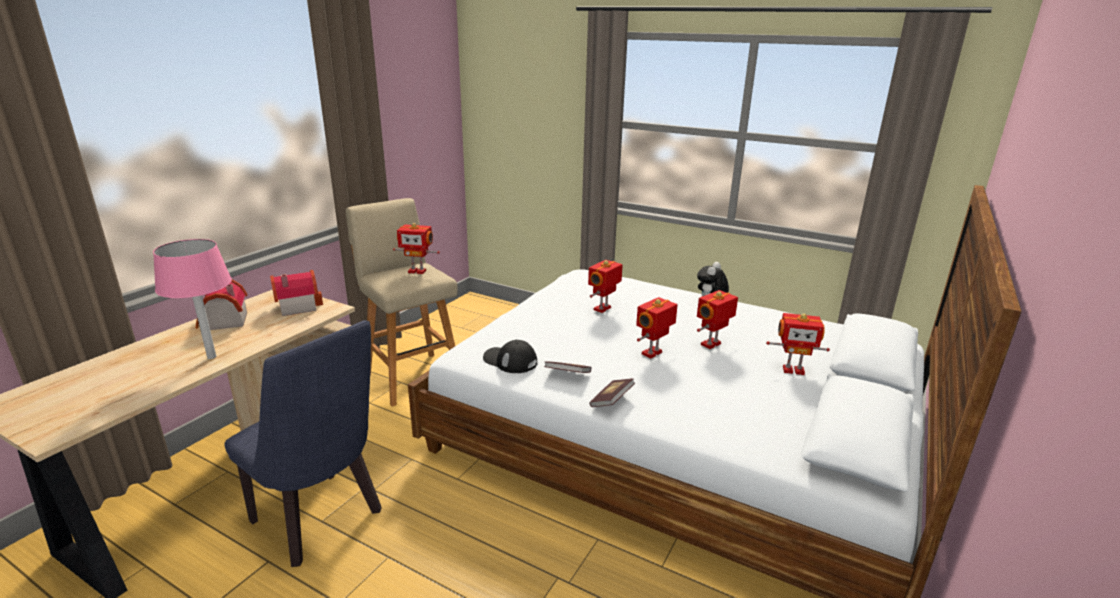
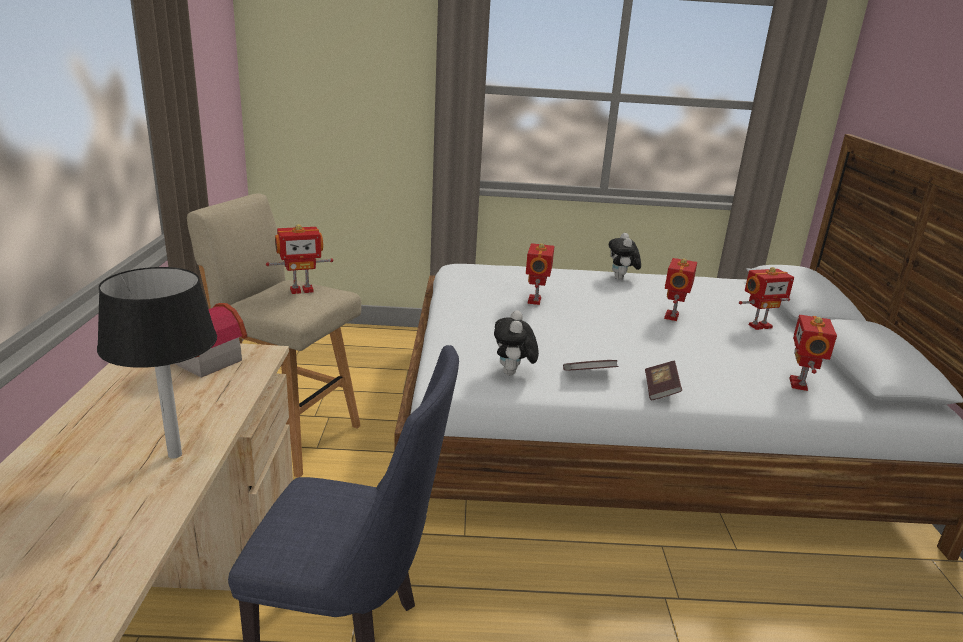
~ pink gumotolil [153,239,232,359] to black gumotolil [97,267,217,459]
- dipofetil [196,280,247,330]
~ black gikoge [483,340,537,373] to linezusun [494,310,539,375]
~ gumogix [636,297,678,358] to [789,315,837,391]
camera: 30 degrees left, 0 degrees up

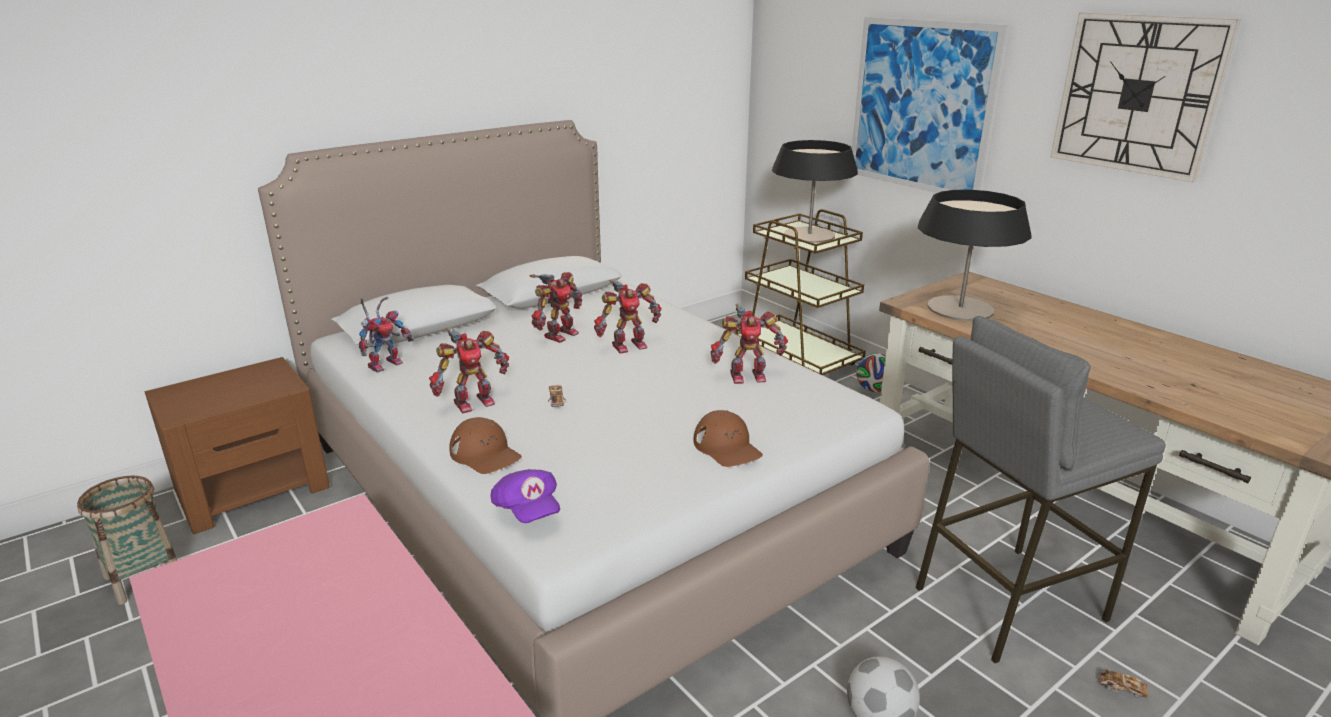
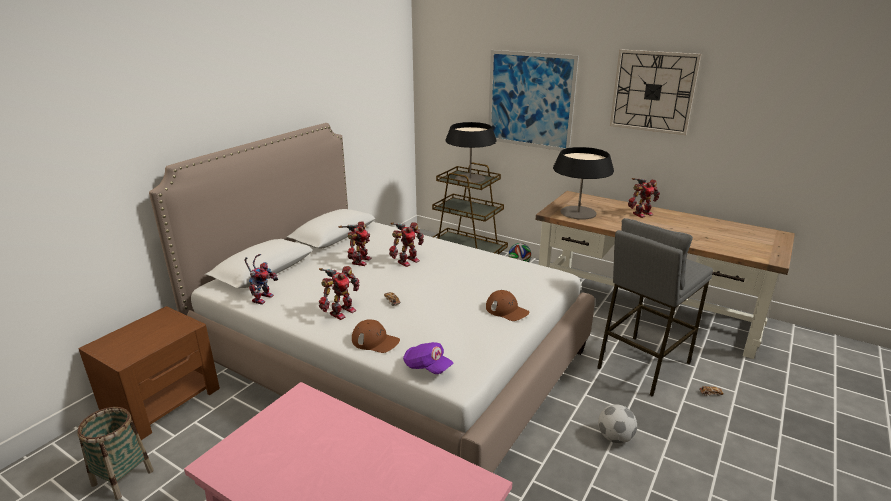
~ gumogix [711,304,788,384] to [628,178,660,218]
camera: 20 degrees left, 0 degrees up

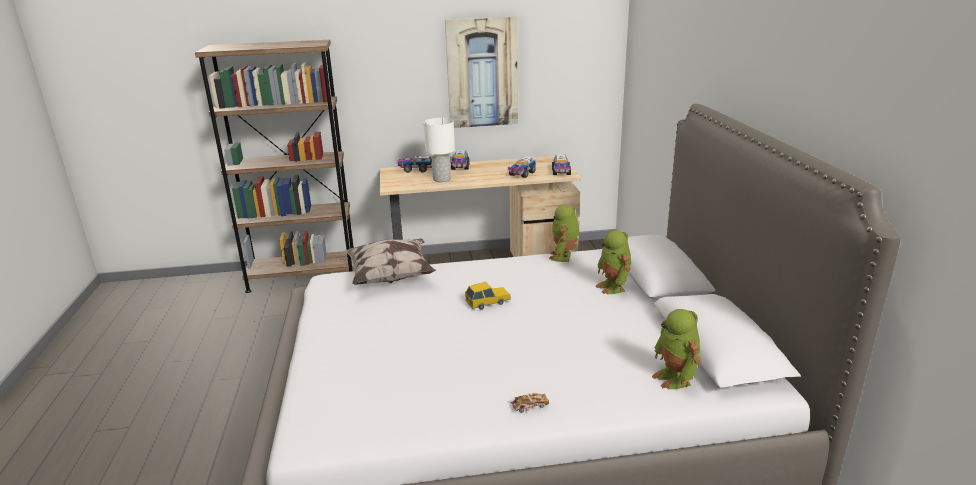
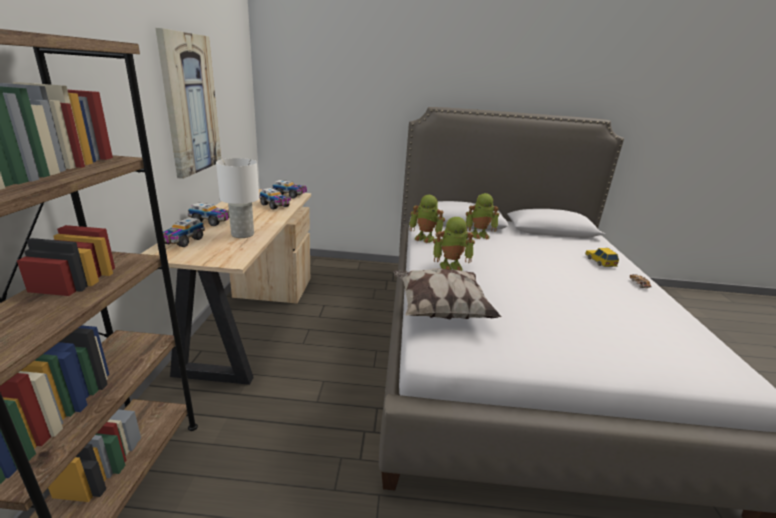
~ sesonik [465,282,511,309] to [585,248,619,267]
~ gumogix [652,309,701,389] to [433,217,475,271]
camera: 80 degrees left, 0 degrees up

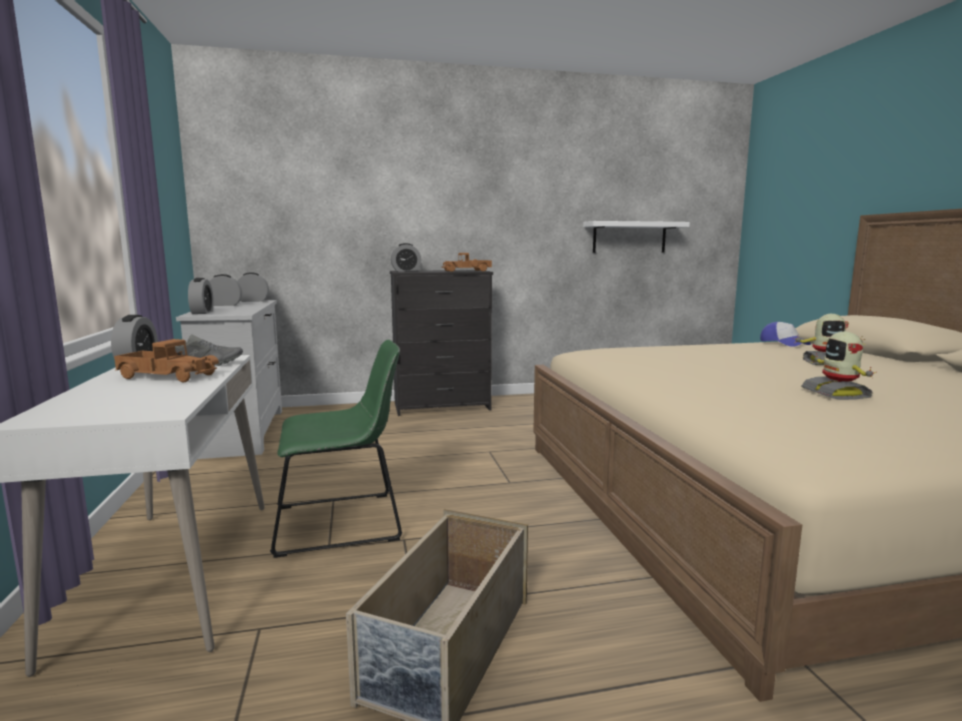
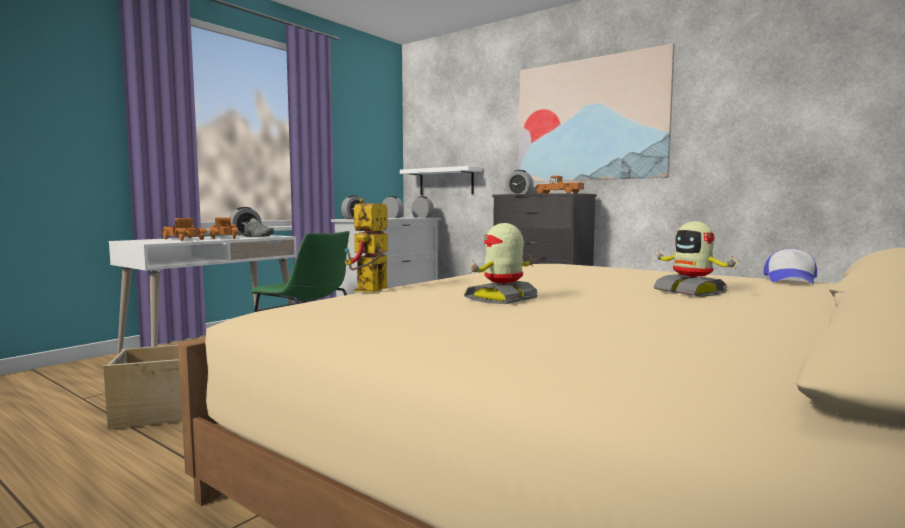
~ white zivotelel [583,221,690,253] to [400,166,482,195]
+ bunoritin [162,218,207,241]
+ gumogix [345,198,388,292]
+ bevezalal [519,44,675,182]
camera: 50 degrees right, 5 degrees down

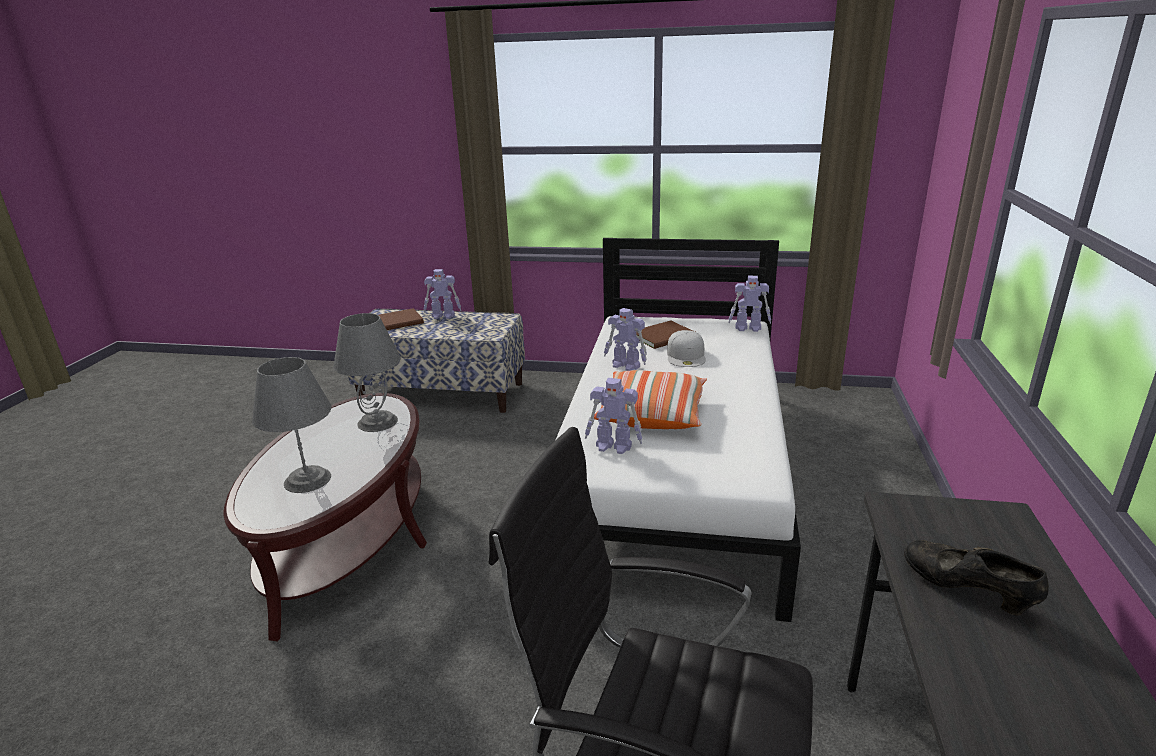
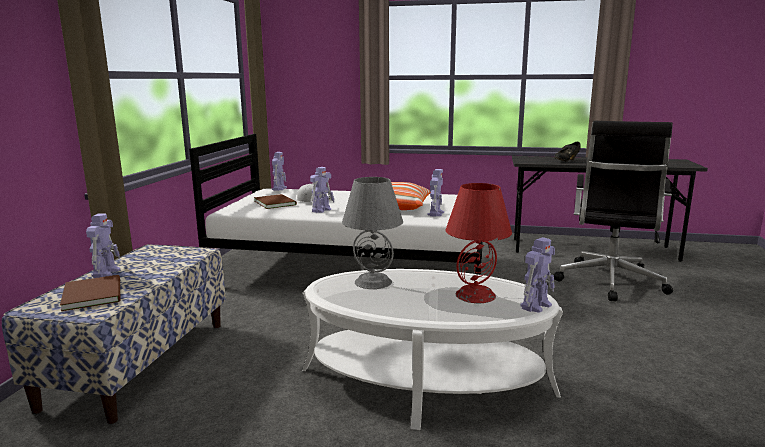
~ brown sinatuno [224,393,427,641] to white sinatuno [302,269,563,430]
~ grey gumotolil [252,357,332,493] to red gumotolil [446,183,512,303]
+ gumogix [520,237,555,313]
camera: 90 degrees left, 10 degrees down

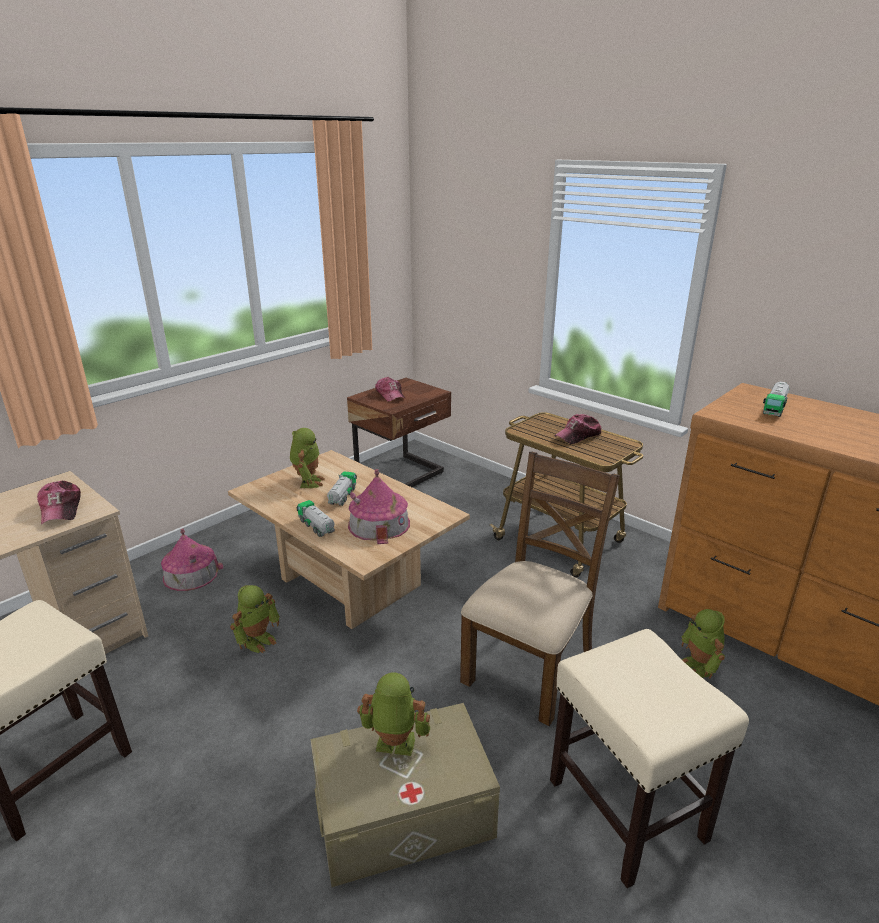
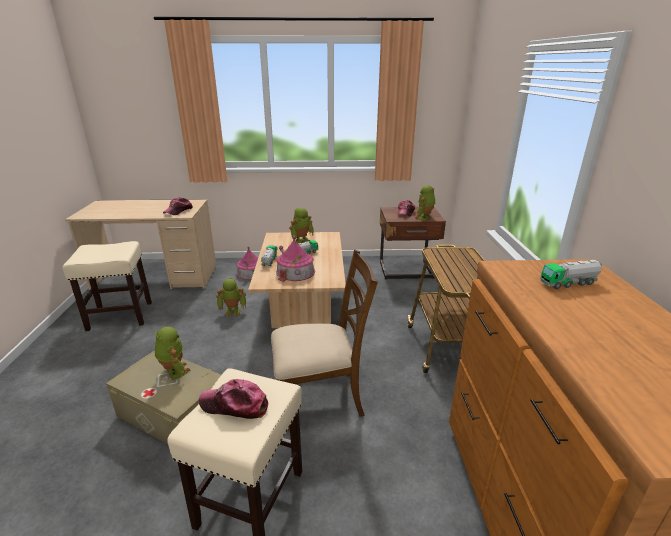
~ gikoge [554,414,602,444] to [199,379,268,419]
~ gumogix [682,609,725,679] to [415,185,435,221]
camera: 45 degrees right, 0 degrees up

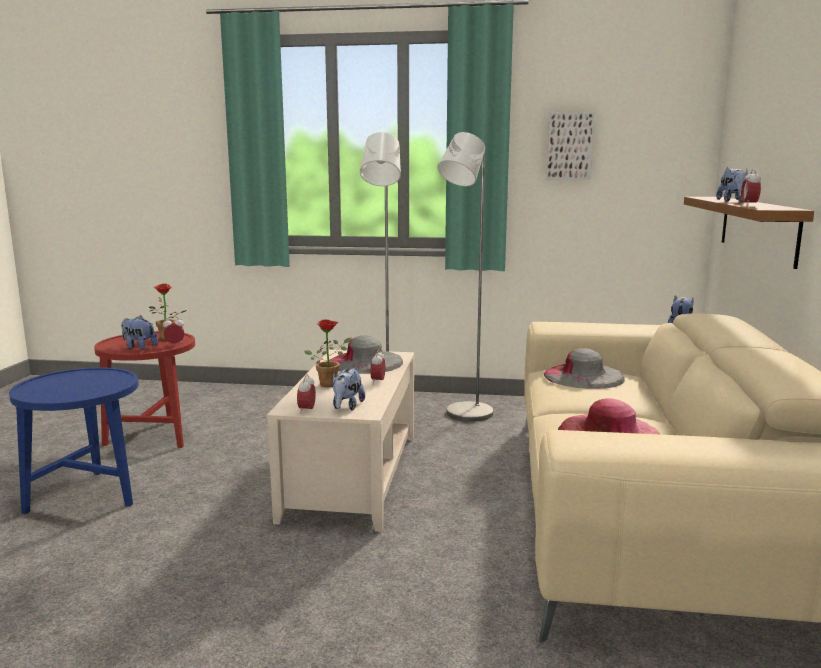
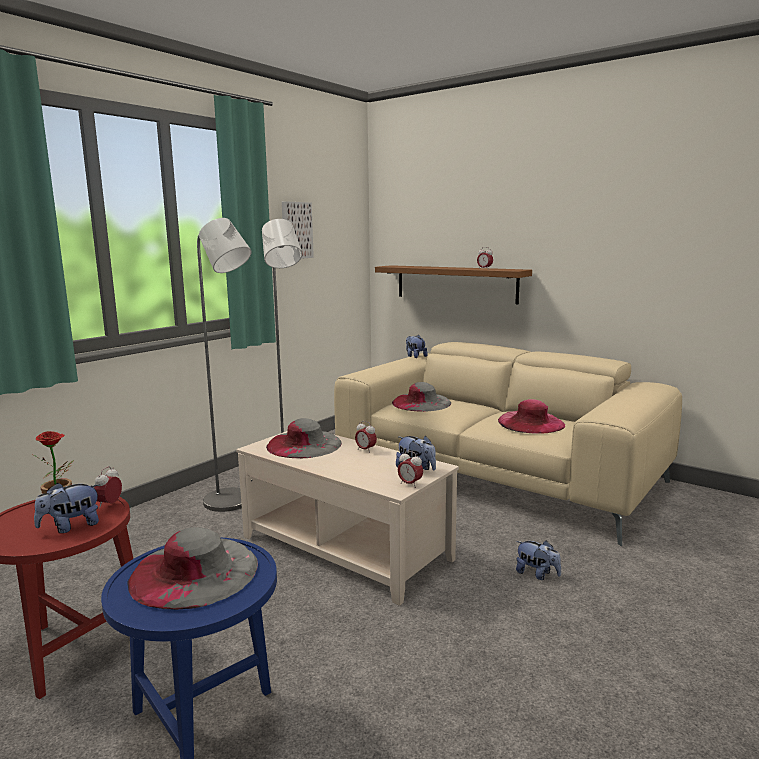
- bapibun [305,320,352,387]
~ linezusun [716,167,748,202] to [516,540,561,580]
+ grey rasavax [127,527,258,610]
camera: 60 degrees left, 0 degrees up

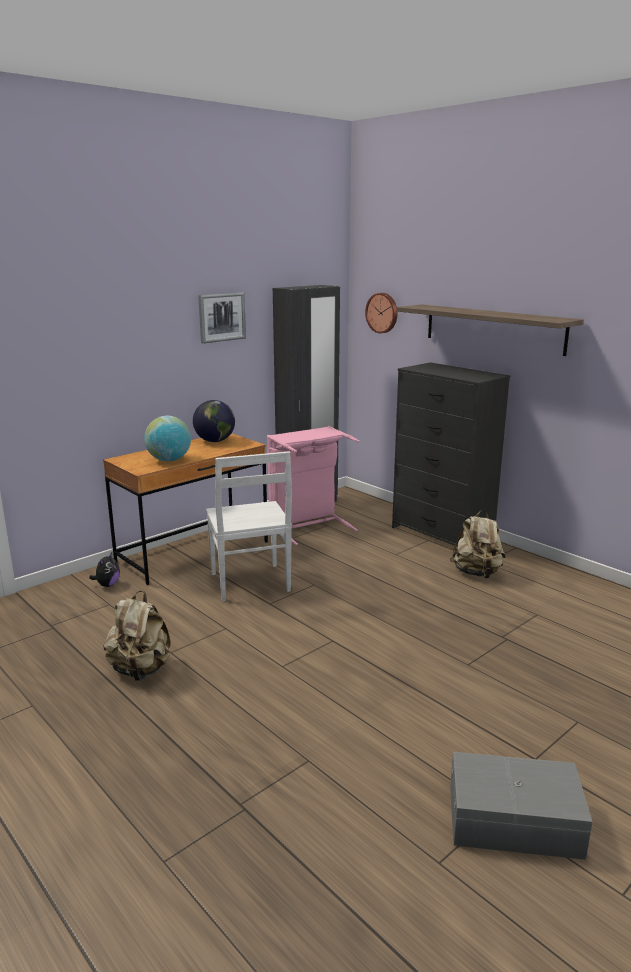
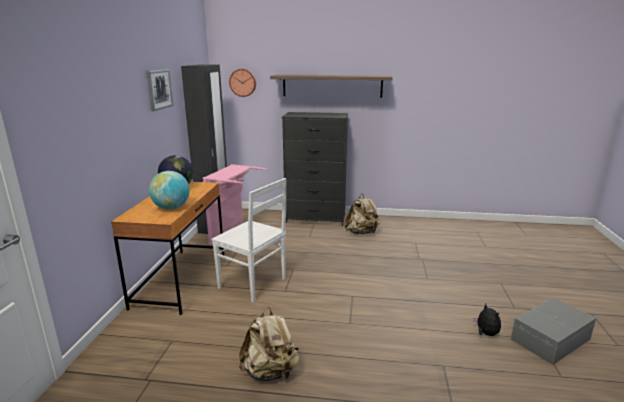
~ linezusun [89,552,120,587] to [473,304,501,336]
camera: 40 degrees left, 0 degrees up

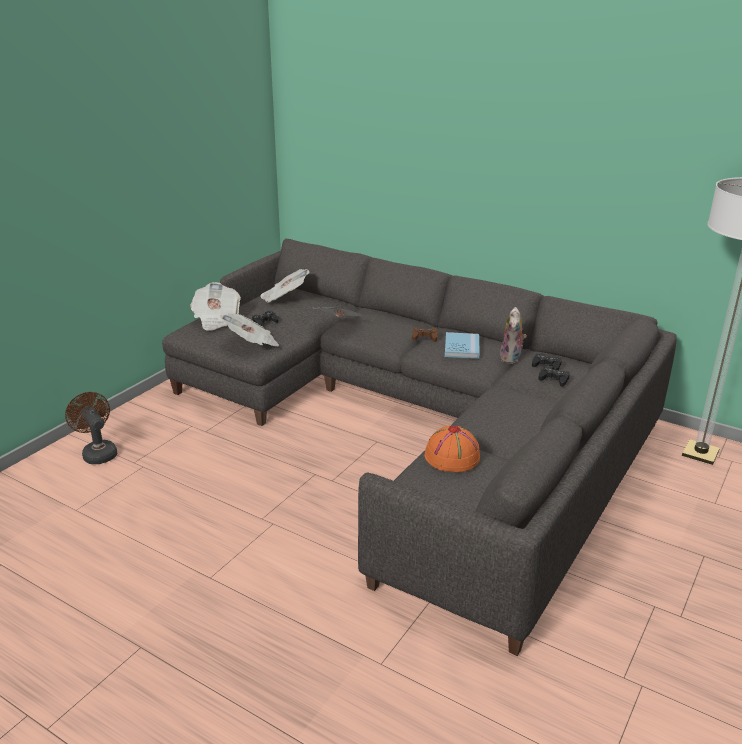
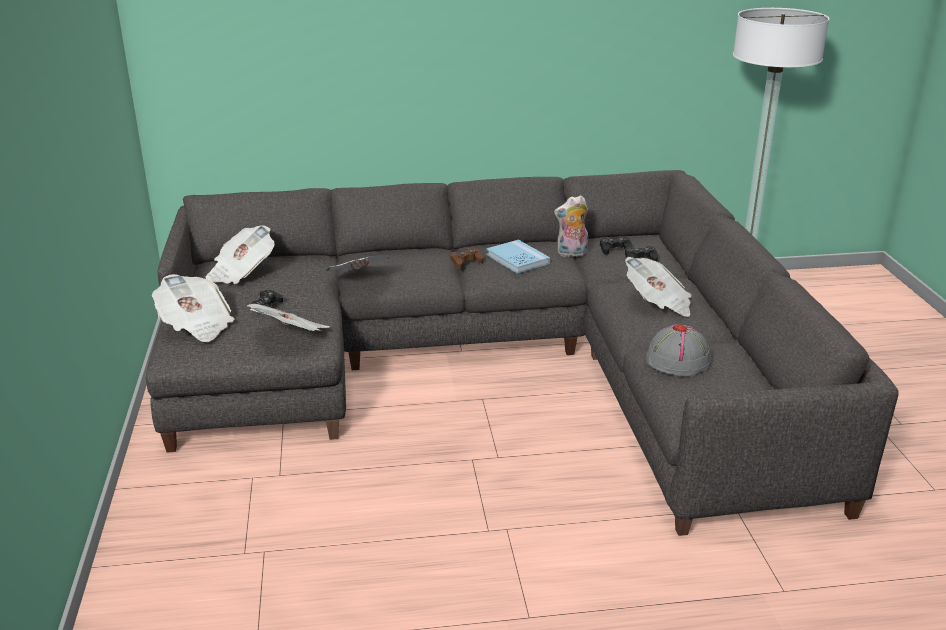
- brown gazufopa [65,392,117,464]
~ orange rasavax [425,426,480,472] to grey rasavax [646,324,711,376]
~ linezusun [500,307,527,364] = [554,195,588,258] 105 degrees clockwise
+ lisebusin [625,257,691,317]
camera: 40 degrees left, 0 degrees up

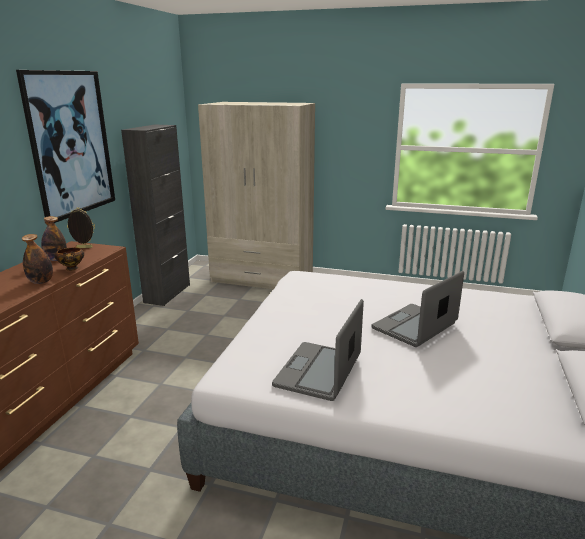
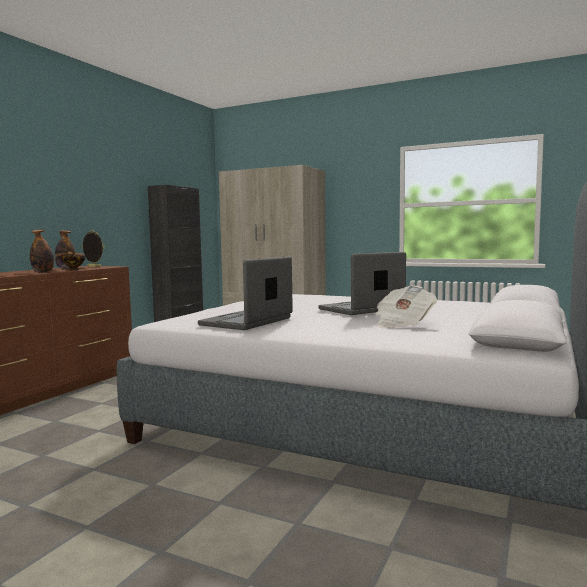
- bevezalal [16,70,115,223]
+ lisebusin [376,286,437,328]
camera: 10 degrees right, 15 degrees down

